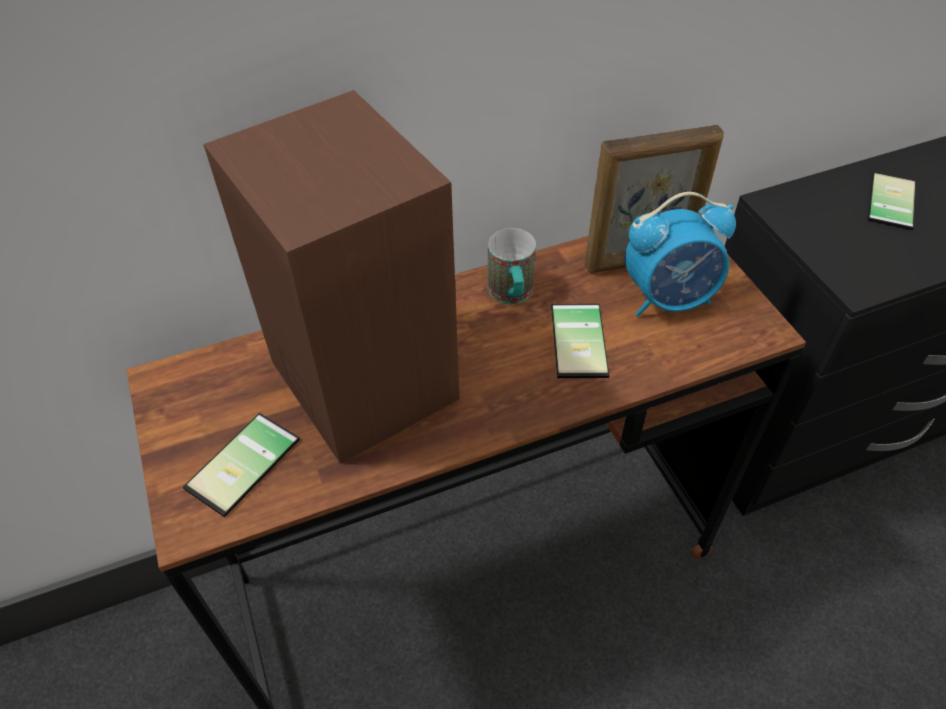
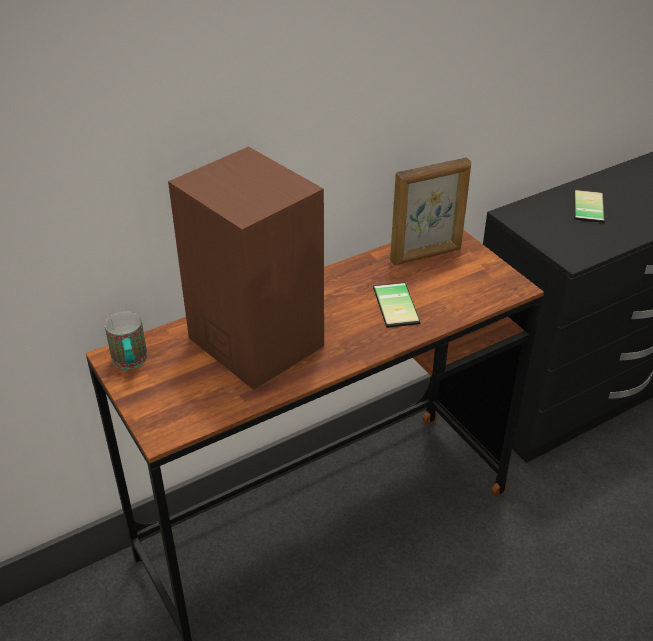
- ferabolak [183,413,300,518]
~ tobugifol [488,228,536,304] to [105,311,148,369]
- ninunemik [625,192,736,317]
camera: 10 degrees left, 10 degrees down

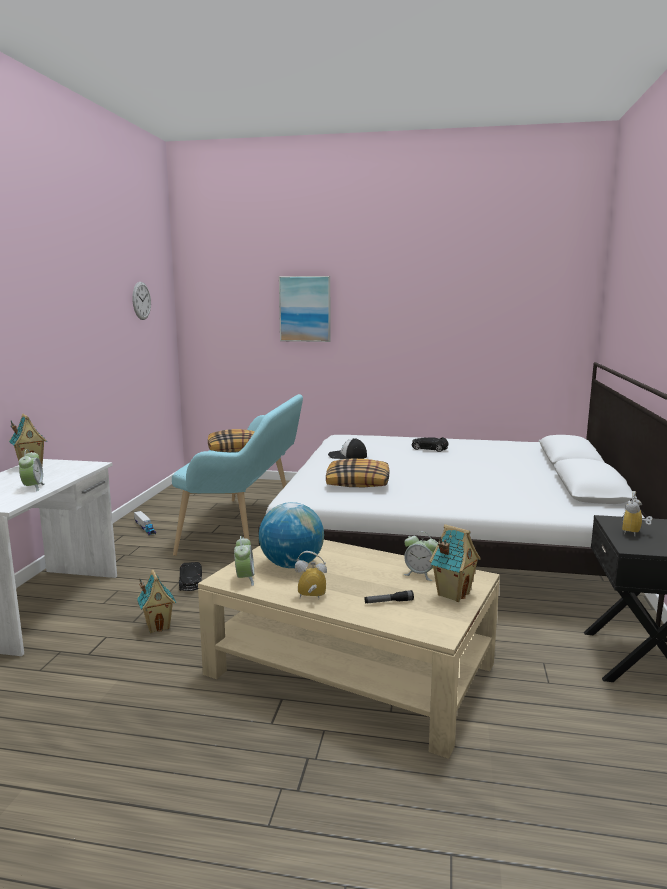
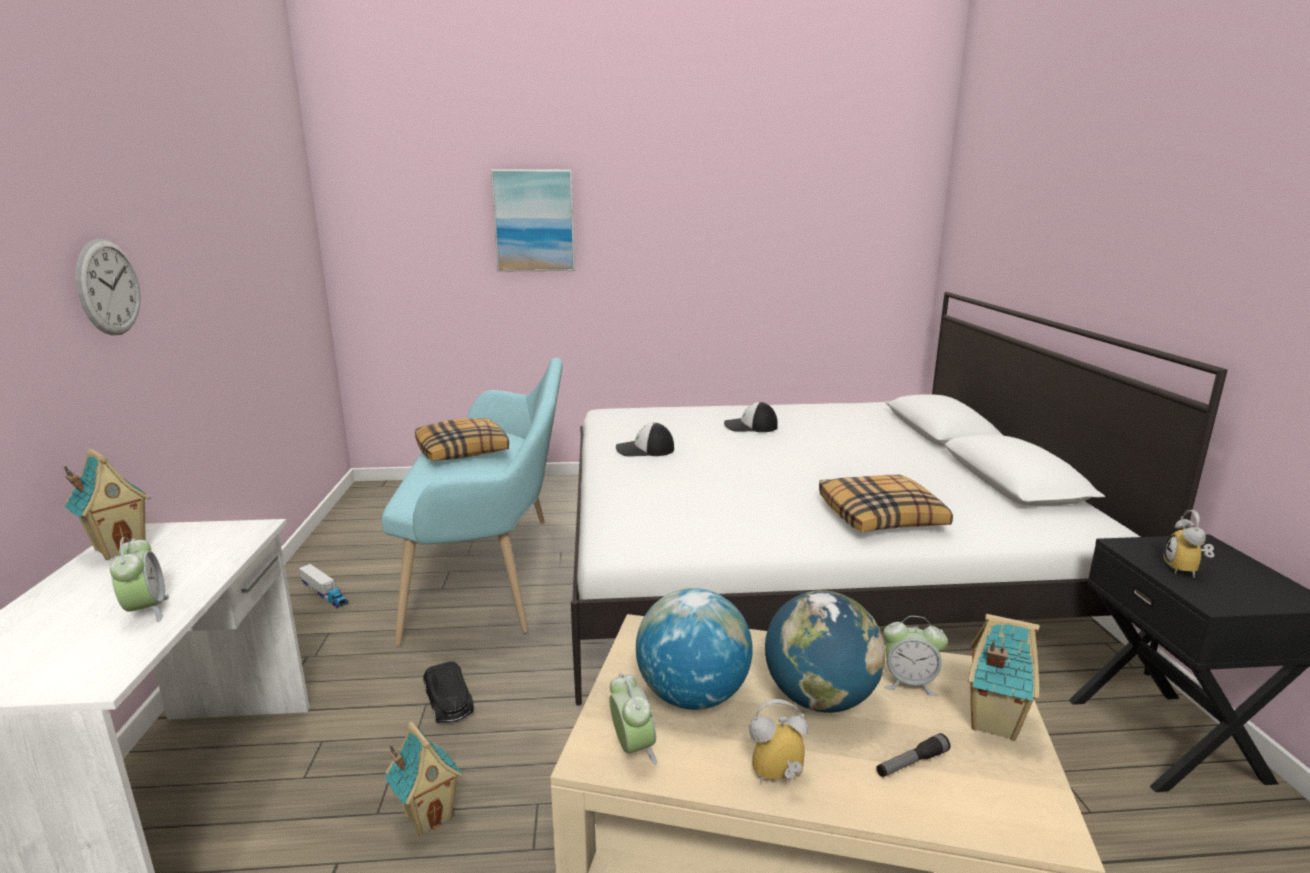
~ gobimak [132,282,151,320] to [76,239,141,335]
~ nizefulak [326,459,389,487] to [819,475,953,532]
~ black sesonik [411,437,449,452] to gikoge [724,402,778,432]
+ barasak [765,590,885,713]
camera: 15 degrees left, 5 degrees up

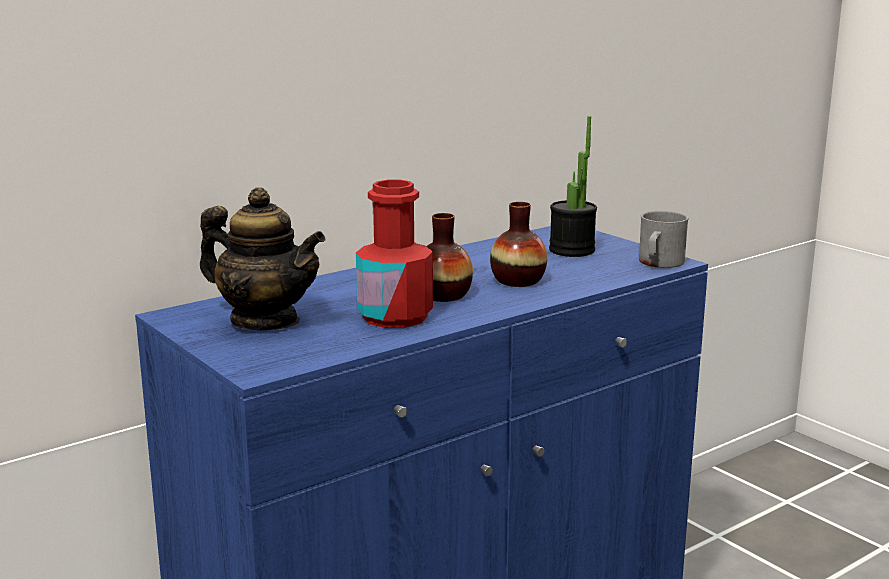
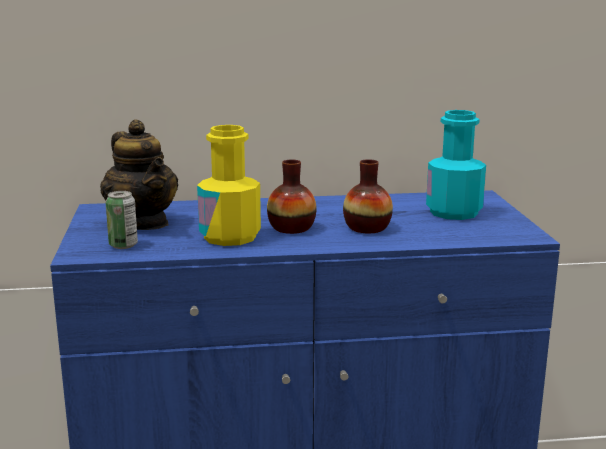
~ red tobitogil [356,180,433,328] to yellow tobitogil [197,125,261,246]
~ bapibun [549,116,597,257] to turquoise tobitogil [426,110,486,220]
- grey tobugifol [639,210,689,268]
+ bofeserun [106,191,138,249]
camera: 30 degrees right, 0 degrees up

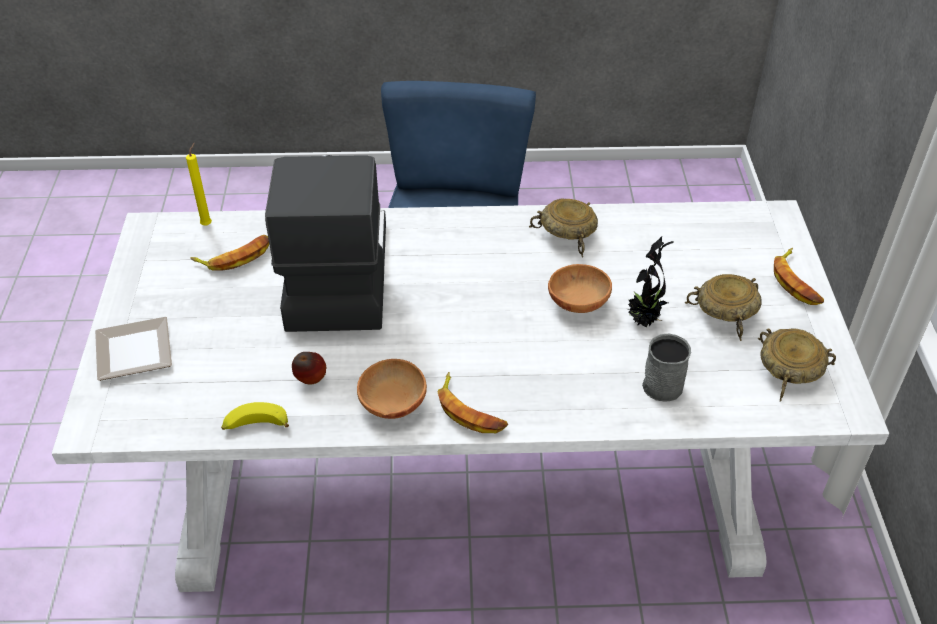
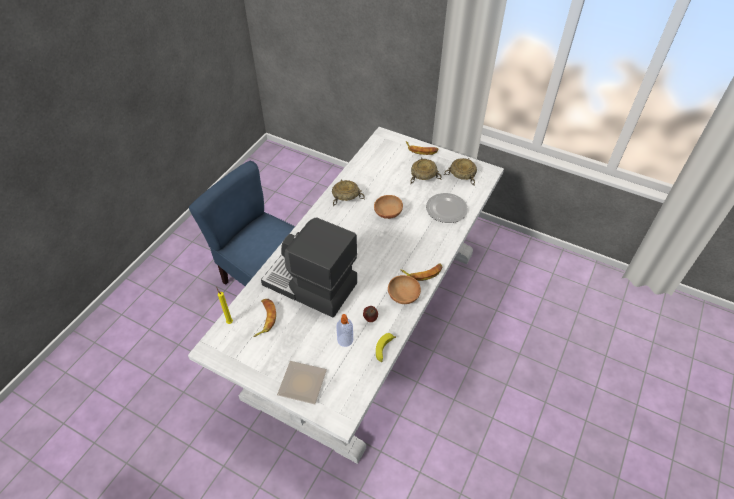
- bapibun [628,236,674,327]
~ grey tobugifol [642,334,691,401] to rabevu [426,193,468,223]
+ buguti [336,314,353,347]
camera: 60 degrees left, 5 degrees up

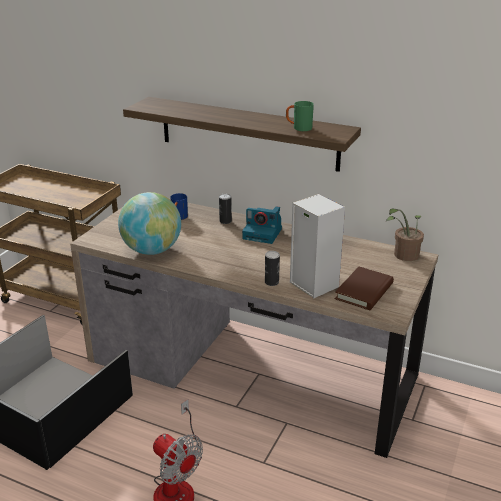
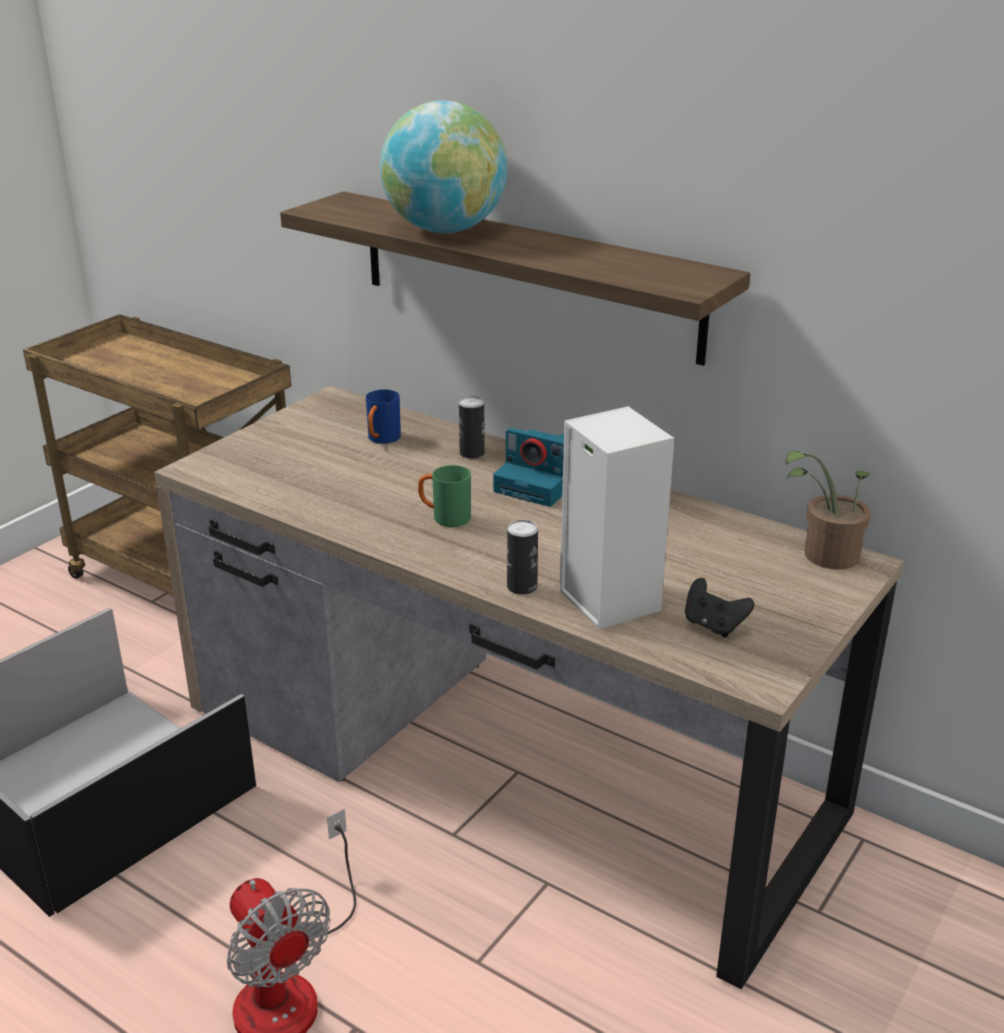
~ barasak [118,192,181,255] to [380,101,508,233]
~ green tobugifol [286,101,314,131] to [418,465,471,527]
~ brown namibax [335,267,394,310] to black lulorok [685,578,754,638]
camera: 10 degrees right, 0 degrees up

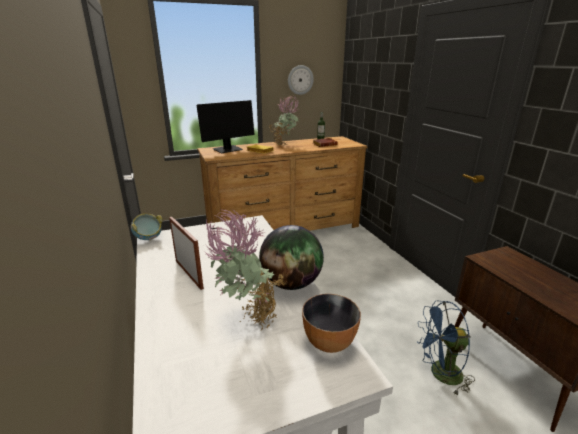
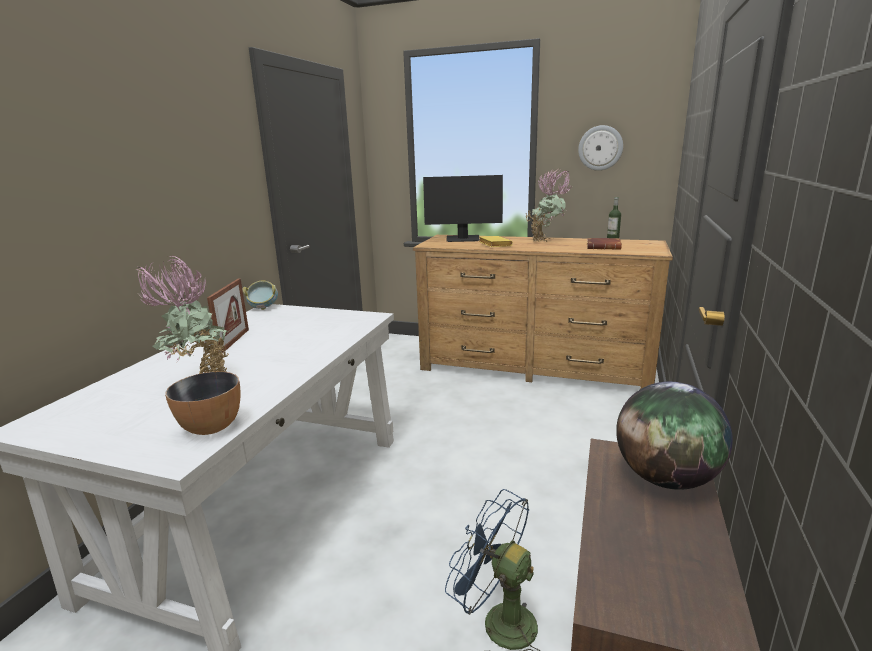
~ barasak [259,225,324,290] to [616,382,733,490]
camera: 40 degrees right, 5 degrees down

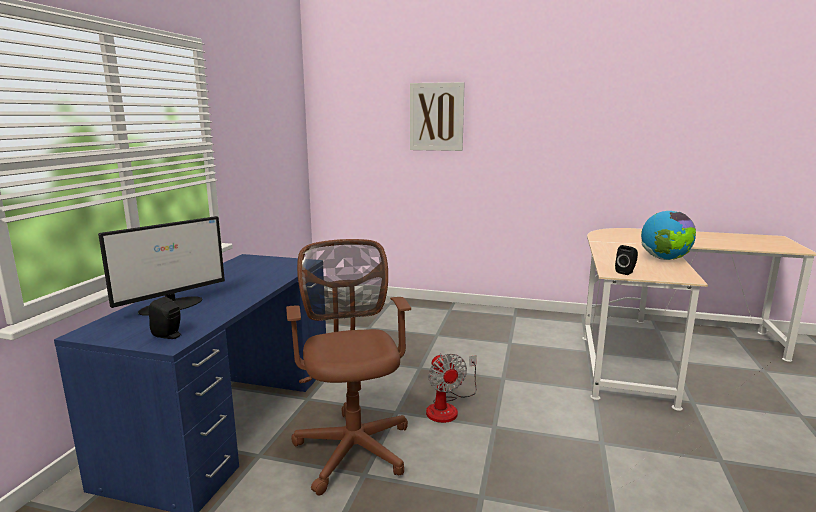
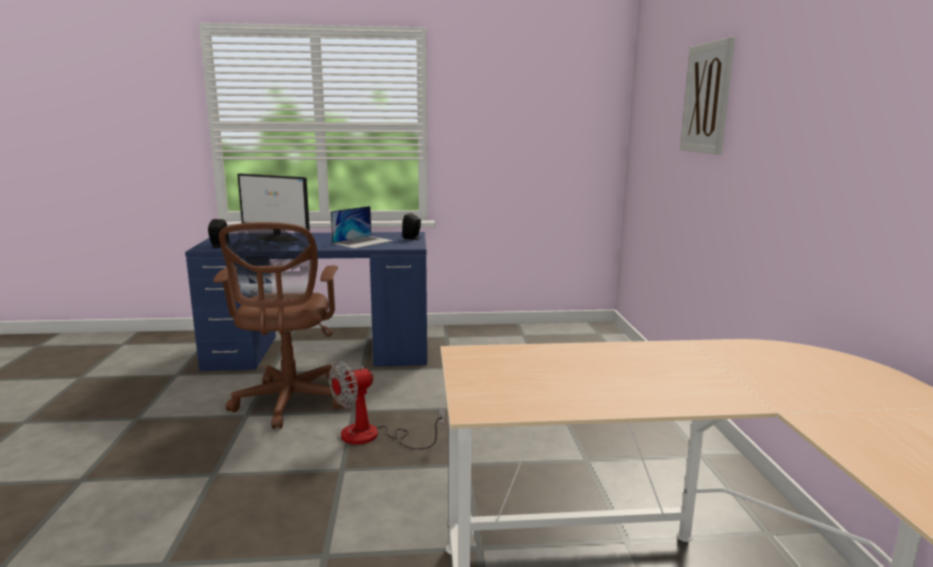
~ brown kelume [286,239,411,496] = [213,222,344,429] 120 degrees clockwise
~ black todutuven [615,245,638,275] to [402,213,421,240]
- barasak [641,211,696,260]
+ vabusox [331,206,393,249]
camera: 70 degrees right, 0 degrees up

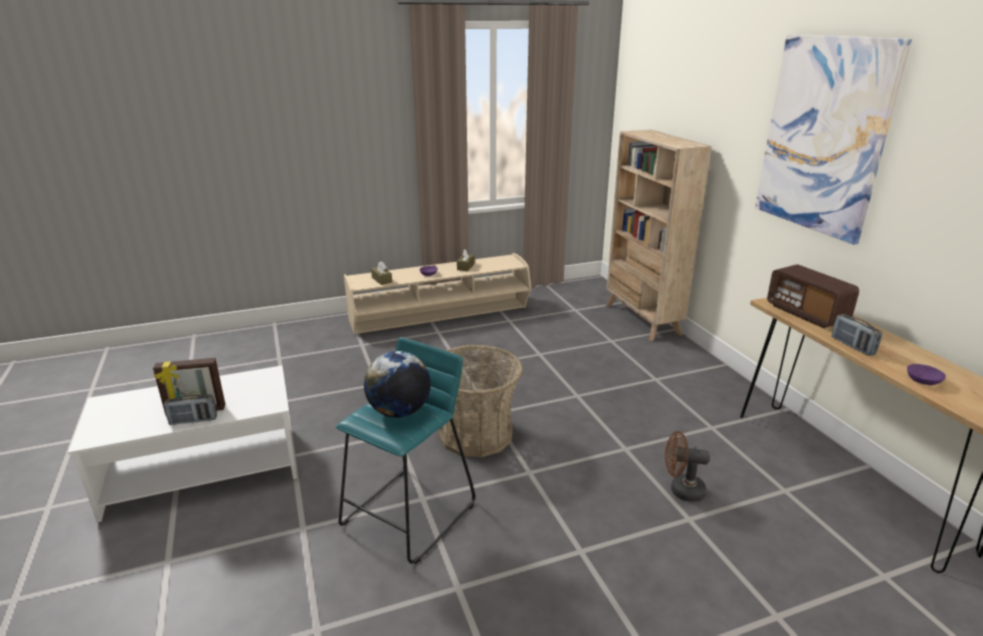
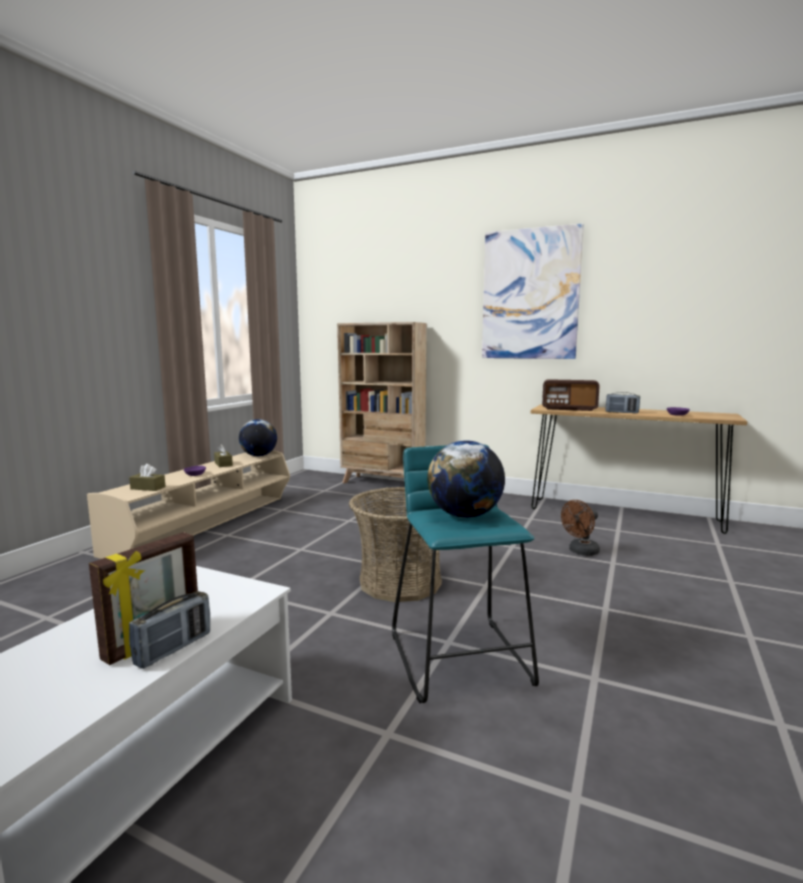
+ barasak [239,419,277,456]
camera: 45 degrees left, 15 degrees down

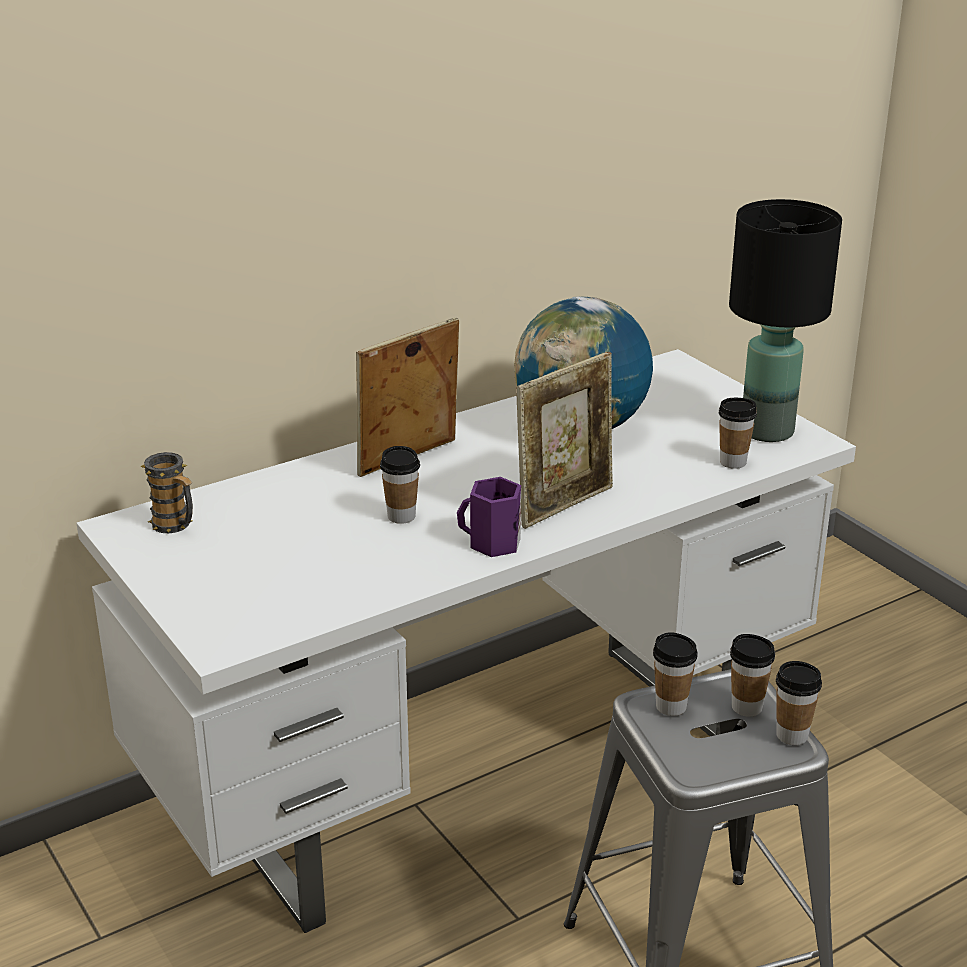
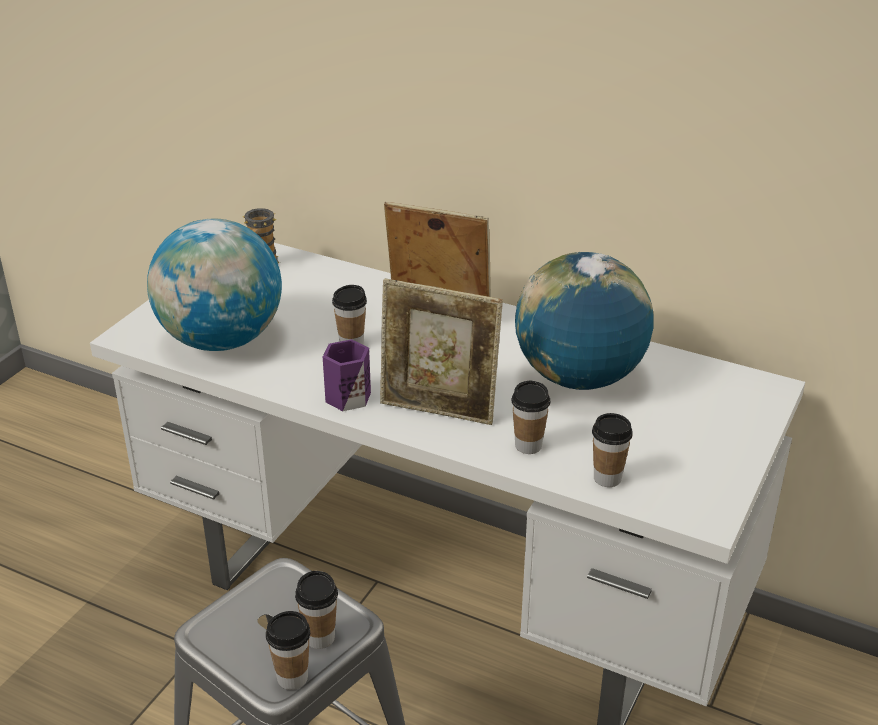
~ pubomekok [653,632,698,716] to [511,380,550,454]
- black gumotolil [729,199,842,442]
+ barasak [147,219,282,351]
camera: 60 degrees right, 5 degrees up

